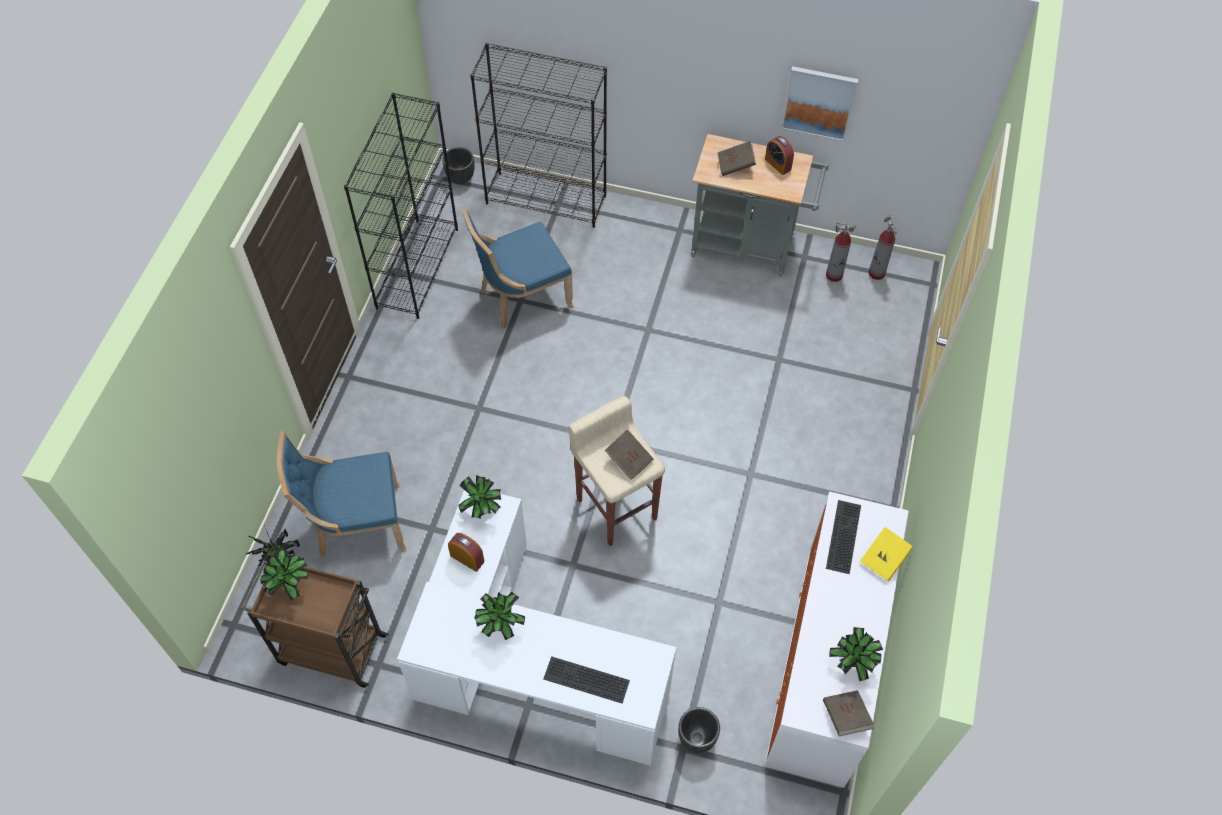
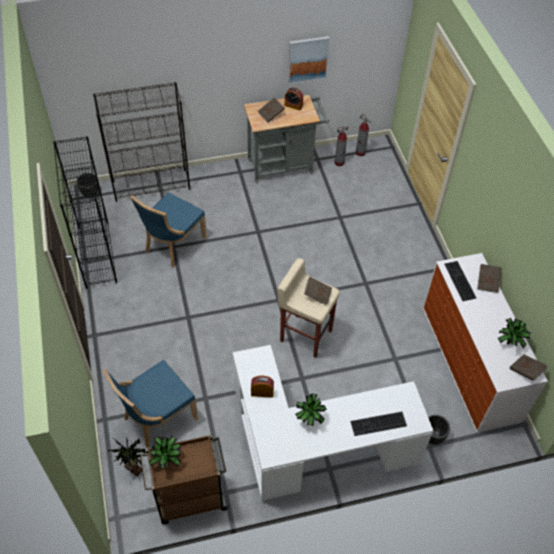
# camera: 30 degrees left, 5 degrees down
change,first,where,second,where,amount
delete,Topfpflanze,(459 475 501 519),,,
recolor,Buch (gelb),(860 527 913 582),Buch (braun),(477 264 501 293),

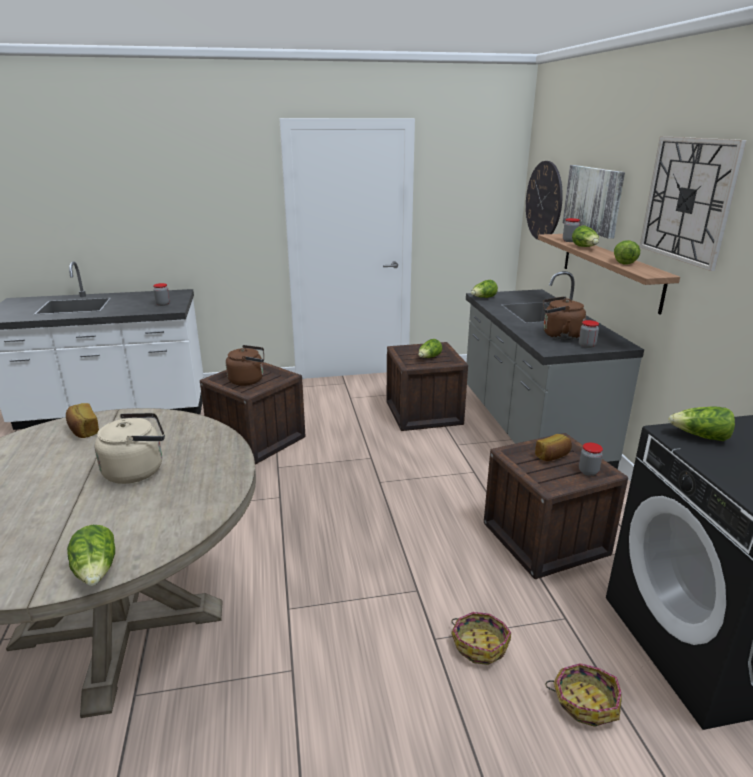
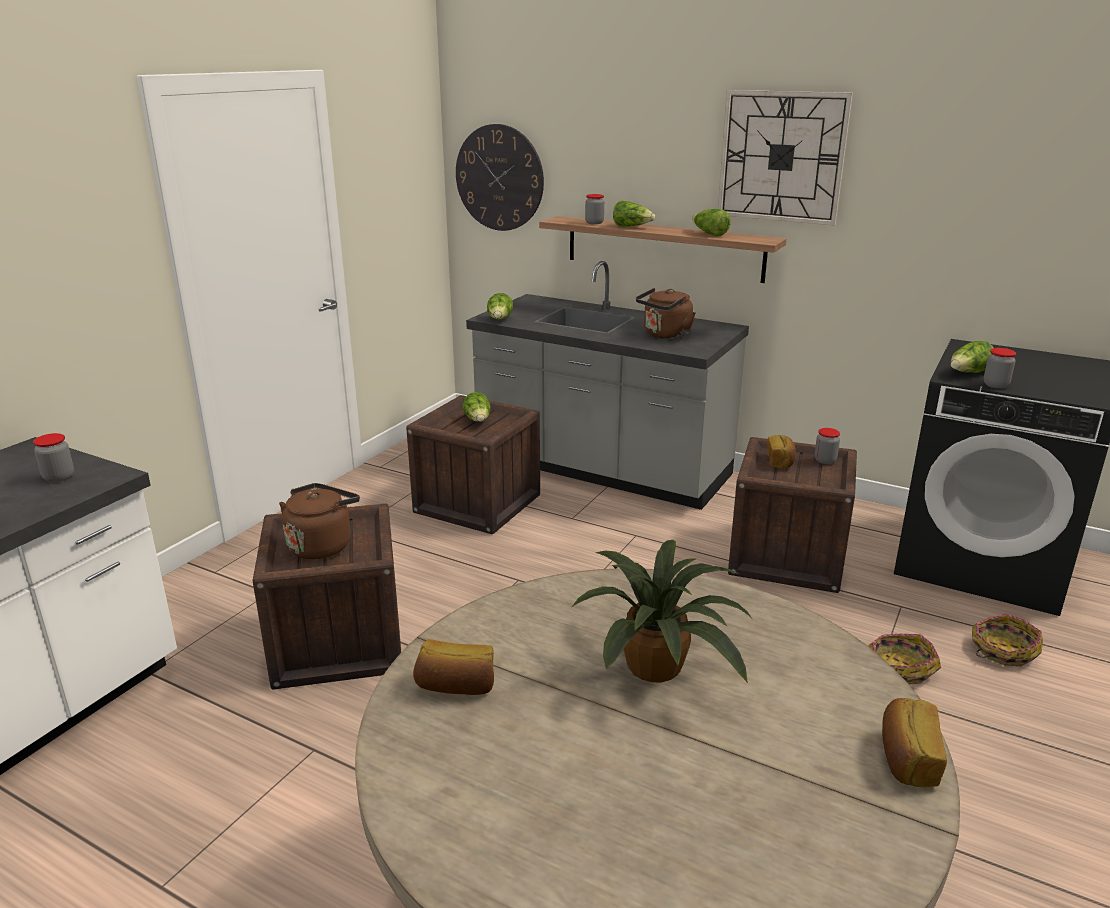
# camera: 50 degrees left, 0 degrees up
change,first,where,second,where,amount
replace,Salatkopf,(67 525 115 586),Brot,(882 698 947 788),
replace,Wasserkessel (beige),(94 413 165 484),Topfpflanze,(572 540 754 683),
delete,Bild,(563 165 625 239),,,
move,Vorratsglas,(579 320 599 348),,(984 348 1016 389),

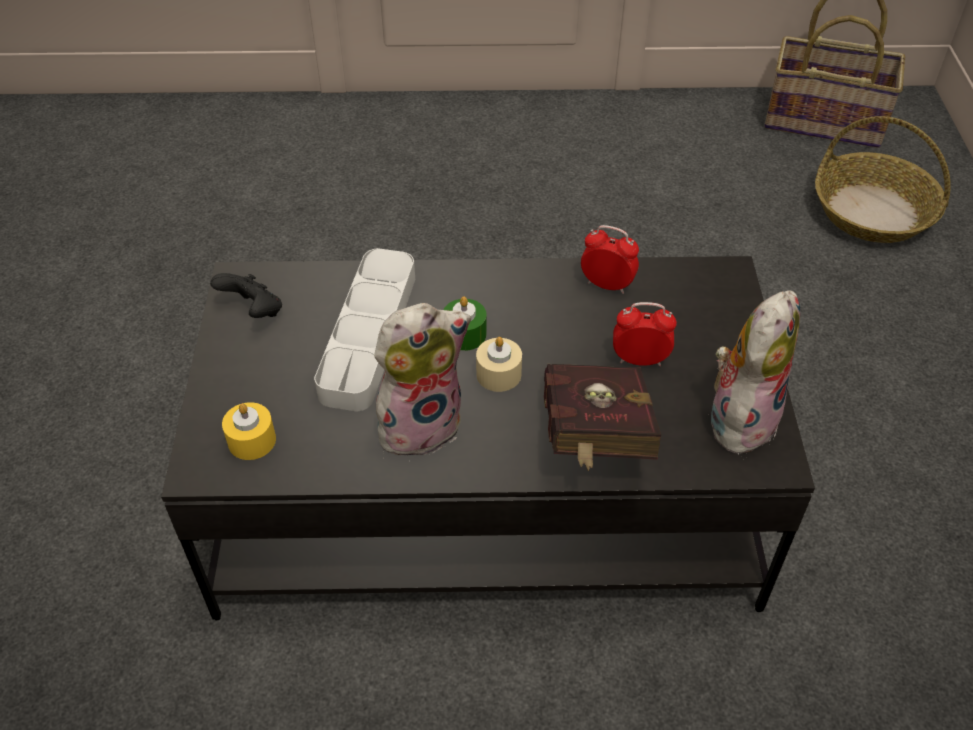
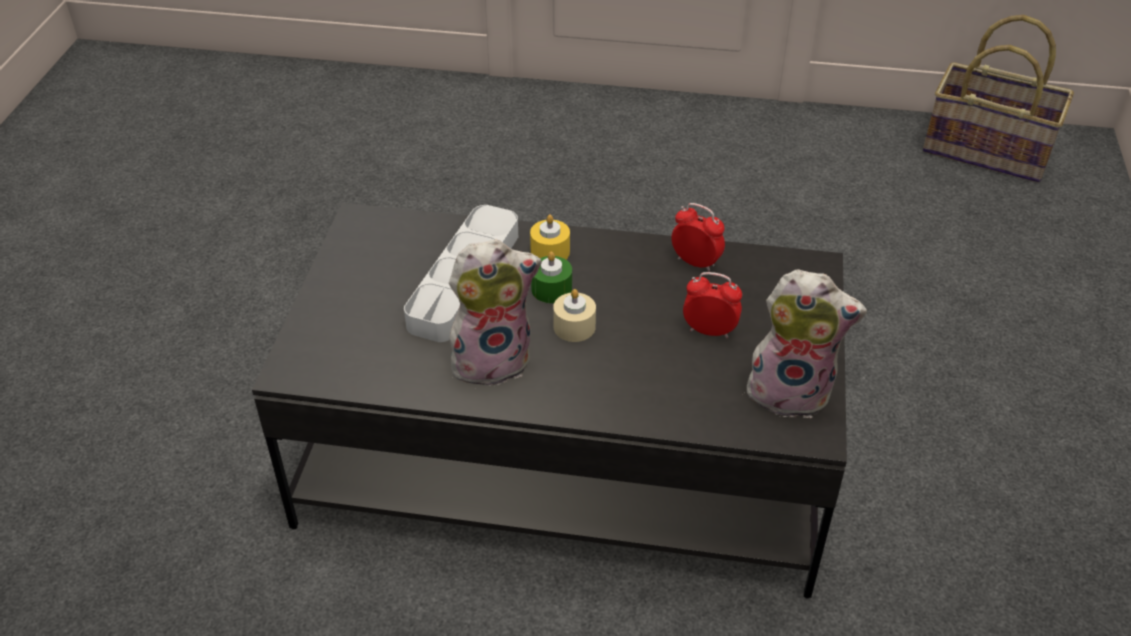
# camera: 10 degrees right, 5 degrees down
change,first,where,second,where,amount
delete,Gamepad (schwarz),(210 273 282 318),,,
move,Kerze (gelb),(222 402 276 460),,(530 214 570 259),
delete,Buch (rot),(544 364 661 471),,,
rotate,Plüschtier,(711 290 800 458),,(744 269 867 418),60 degrees clockwise
delete,Korb,(815 116 951 243),,,

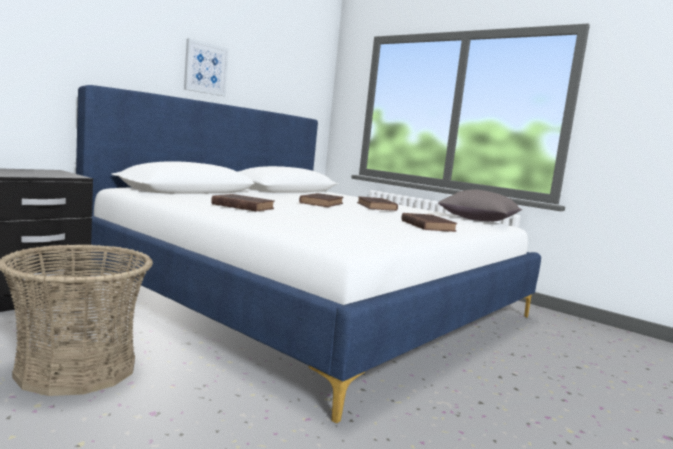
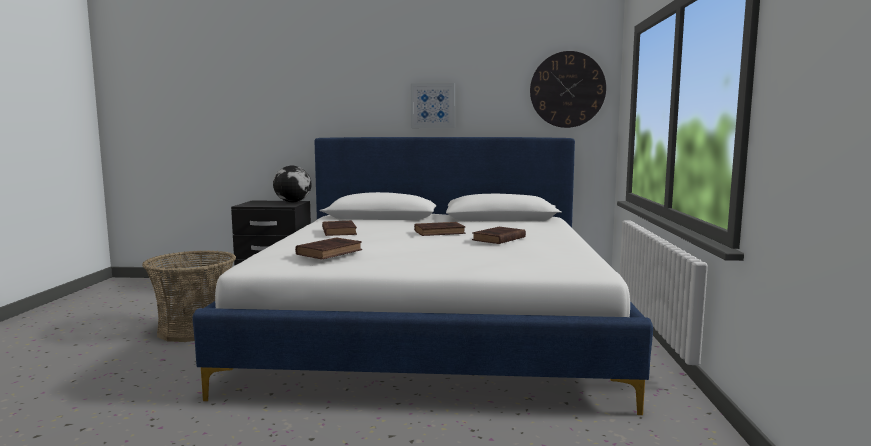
# camera: 55 degrees right, 0 degrees up
change,first,where,second,where,amount
move,Buch (braun),(401 213 457 232),,(295 237 362 259),
delete,Kissen (grau),(438 190 522 221),,,
insert,,,Globus,(273 165 312 203),
insert,,,Wanduhr,(530 51 606 128),

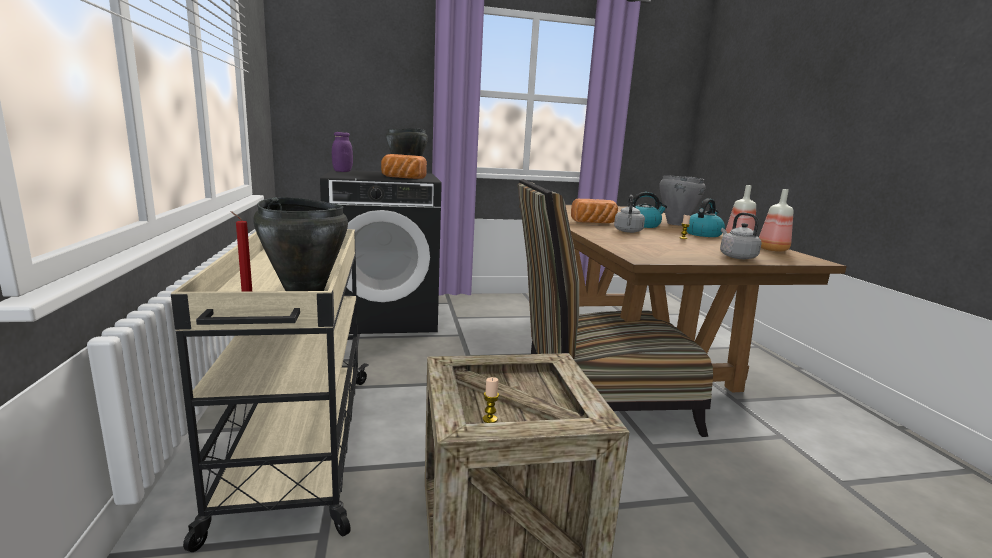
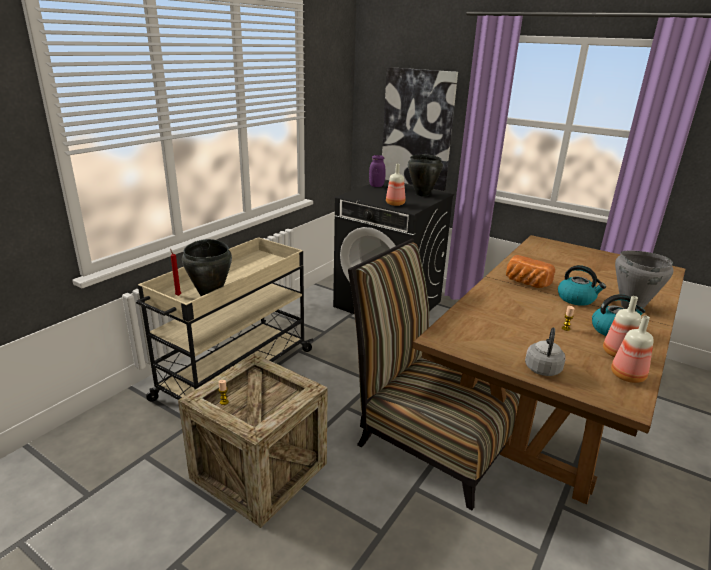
# camera: 45 degrees right, 10 degrees up
change,first,where,second,where,amount
replace,Brot,(381 154 427 179),Flasche,(386 164 405 206),
delete,Wasserkessel (grau),(614 195 645 233),,,
insert,,,Bild,(382 67 458 191),

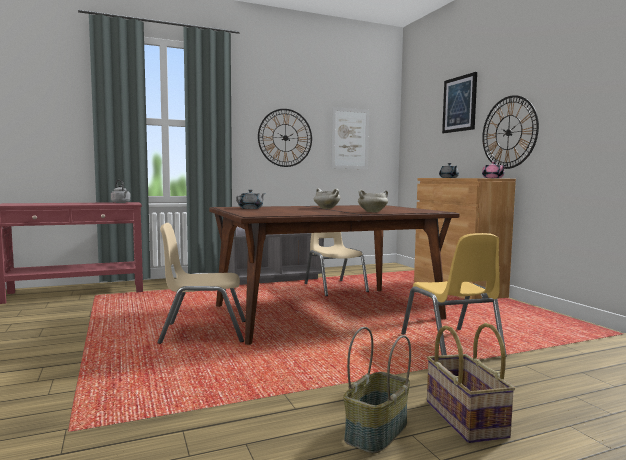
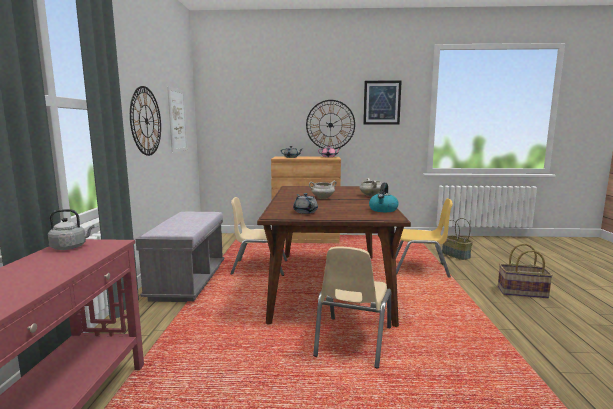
# camera: 65 degrees left, 5 degrees up
change,first,where,second,where,amount
move,Korb,(343 327 411 454),,(442 218 473 260),
move,Bild,(442 72 477 133),,(363 81 402 124),
insert,,,Wasserkessel,(369 183 399 212),

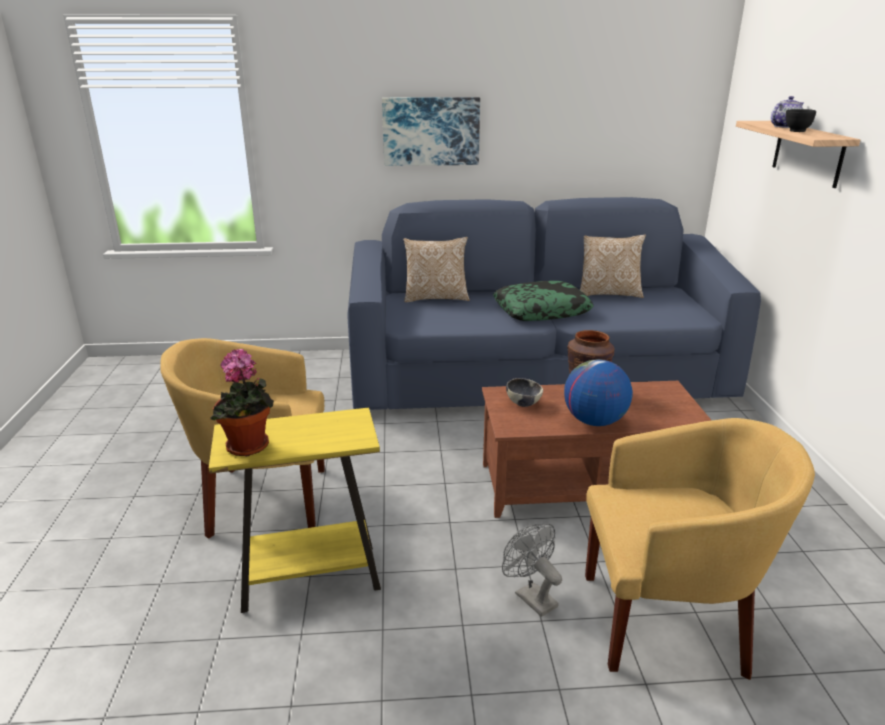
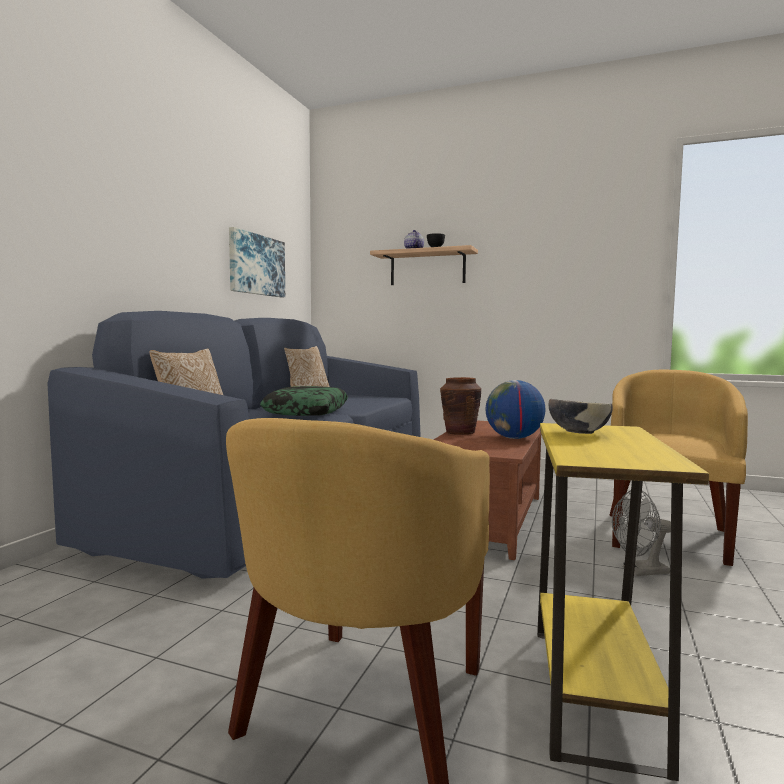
# camera: 65 degrees left, 20 degrees down
change,first,where,second,where,amount
delete,Topfpflanze,(210 349 274 456),,,
move,Bild,(382 97 480 166),,(229 227 285 297),
move,Schüssel,(506 378 543 407),,(549 399 613 434),

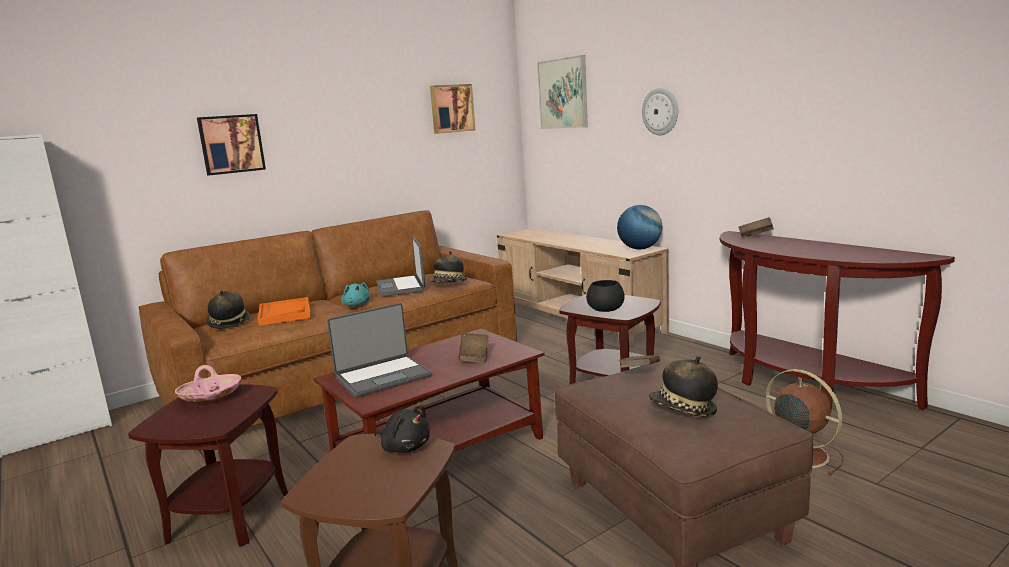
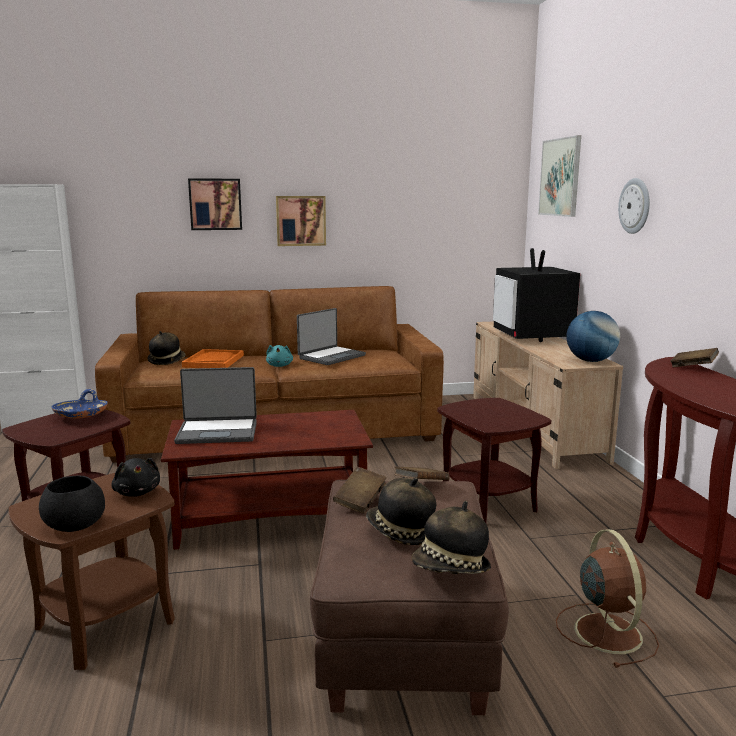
# camera: 25 degrees right, 0 degrees up
change,first,where,second,where,amount
recolor,Schüssel (rosa),(175 365 241 402),Schüssel (blau),(51 389 108 418),
rotate,Laptop,(376 237 425 297),,(297 308 366 365),150 degrees counterclockwise
move,Bild,(430 84 475 134),,(276 196 326 246),
move,Hut,(430 251 467 282),,(411 501 491 574),
move,Buch (braun),(459 333 488 363),,(333 467 387 514),
move,Schüssel (schwarz),(586 280 625 312),,(39 476 105 532),
insert,,,Fernseher,(493 248 580 342),

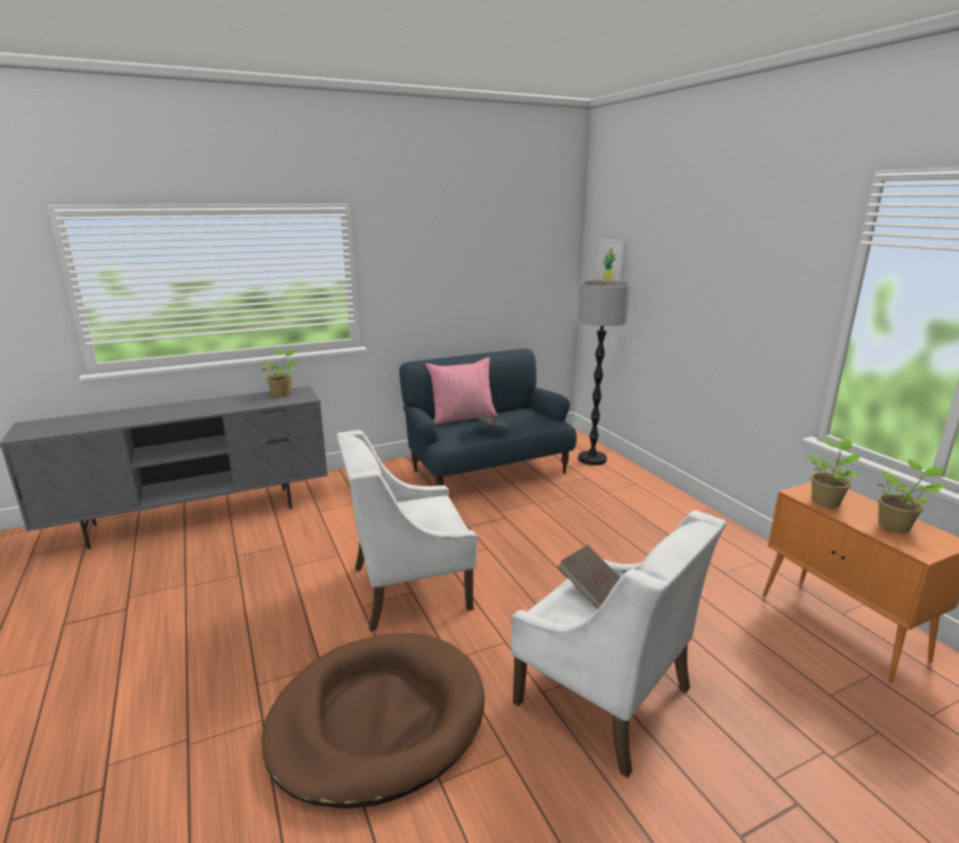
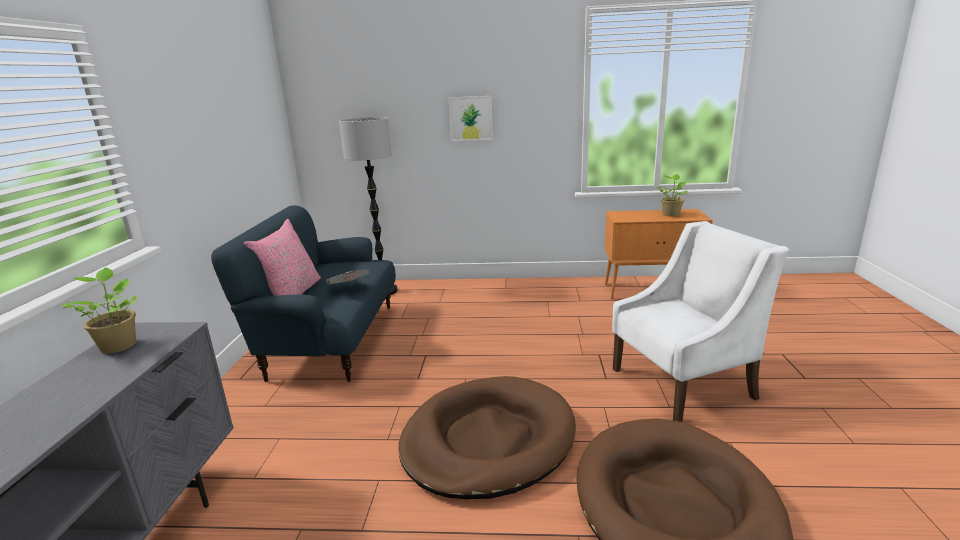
# camera: 60 degrees left, 0 degrees up
change,first,where,second,where,amount
replace,Sessel (weiß),(336 430 477 631),Hundebett (braun),(399 376 576 499),
delete,Buch (braun),(557 545 621 609),,,
move,Bild,(595 239 627 281),,(449 96 493 141),
delete,Topfpflanze,(805 439 860 508),,,

